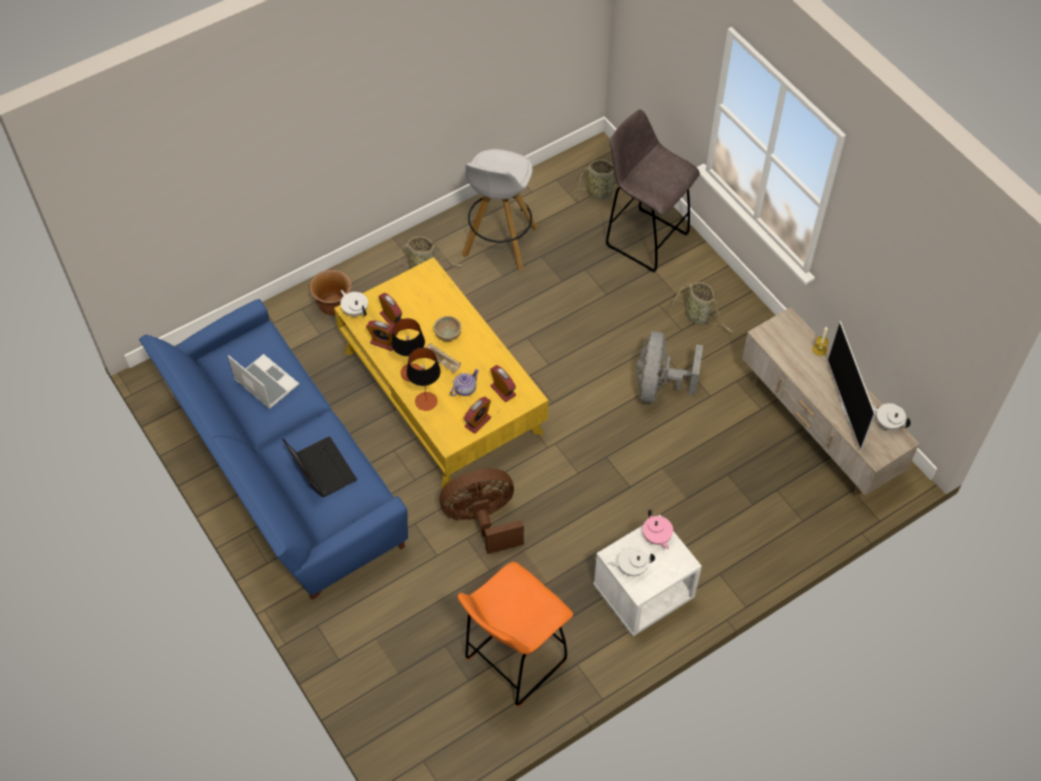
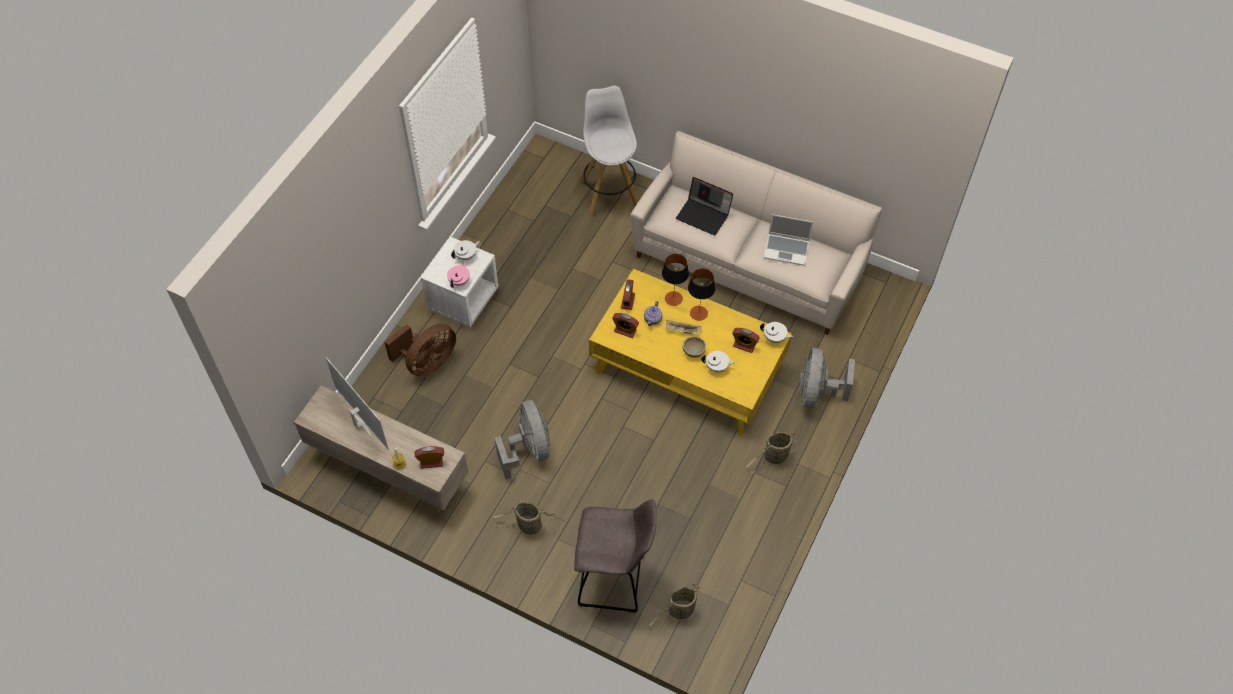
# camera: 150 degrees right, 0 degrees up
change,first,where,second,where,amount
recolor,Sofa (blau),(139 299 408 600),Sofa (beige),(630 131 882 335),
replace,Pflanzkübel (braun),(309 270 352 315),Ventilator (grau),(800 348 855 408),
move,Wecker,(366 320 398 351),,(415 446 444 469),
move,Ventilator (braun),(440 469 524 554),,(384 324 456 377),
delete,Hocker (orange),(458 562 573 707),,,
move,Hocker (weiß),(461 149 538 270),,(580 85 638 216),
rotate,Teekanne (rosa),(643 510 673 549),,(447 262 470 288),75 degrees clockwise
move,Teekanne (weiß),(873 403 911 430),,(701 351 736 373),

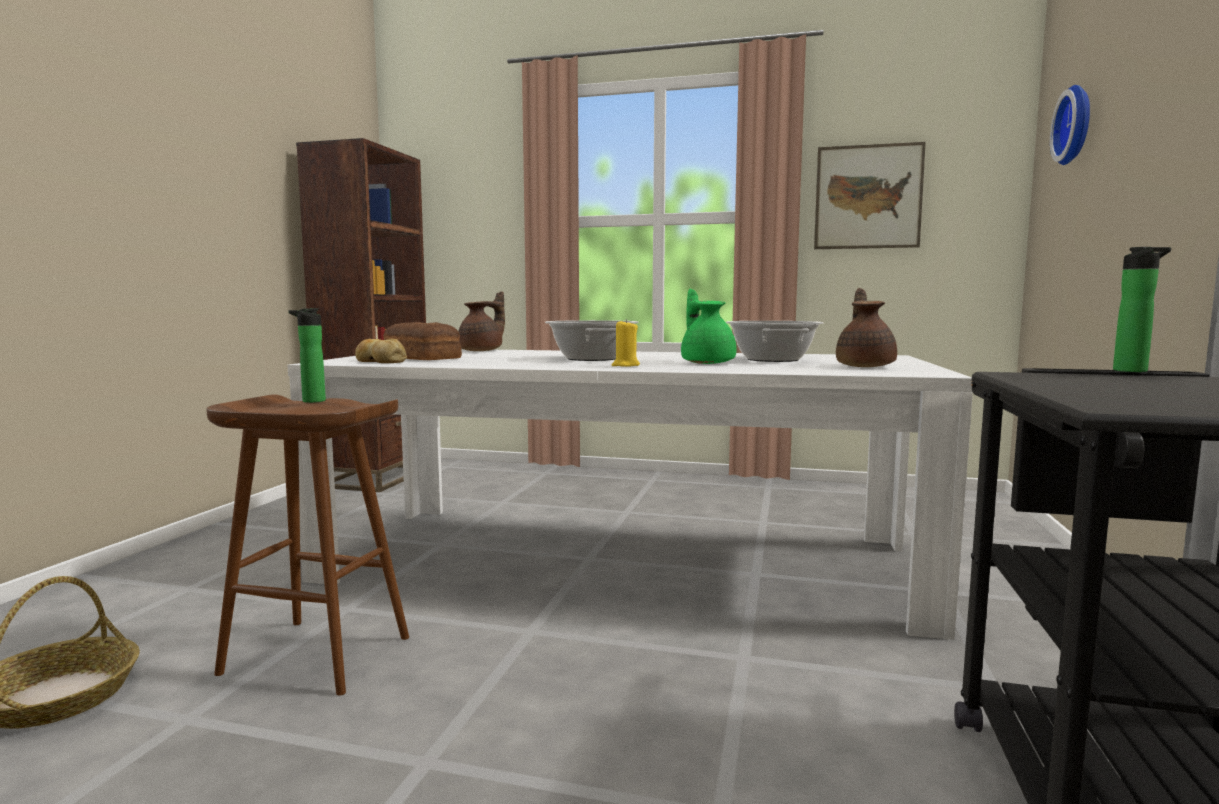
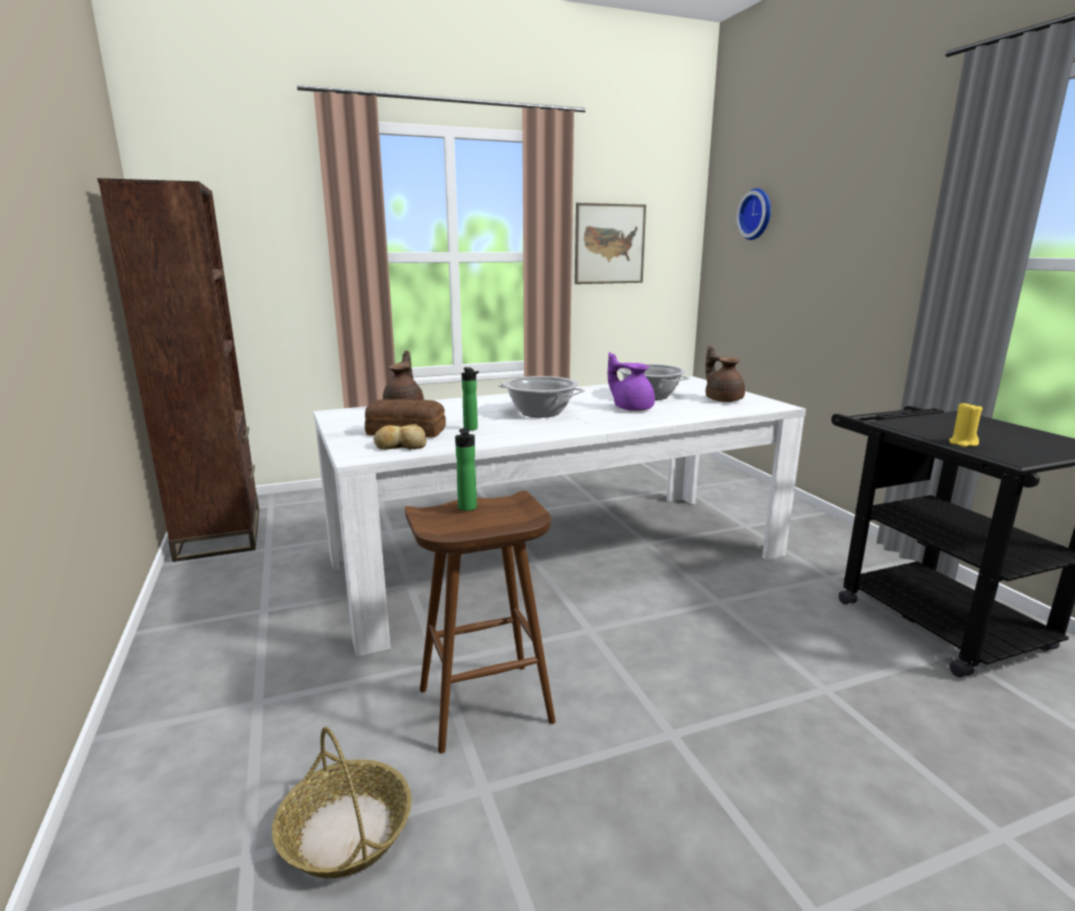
# camera: 35 degrees left, 10 degrees up
change,first,where,second,where,amount
move,Kerze (gelb),(612 319 640 367),,(949 402 982 447),
recolor,Teekanne (grün),(681 289 737 364),Teekanne (lila),(608 352 655 411),
move,Flasche,(1113 247 1171 372),,(462 367 479 431),

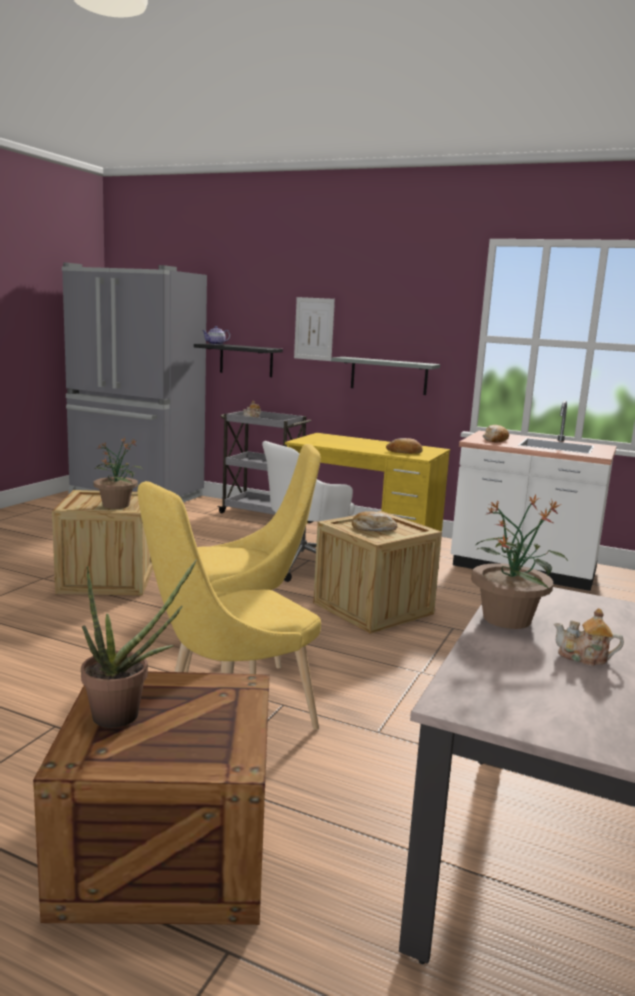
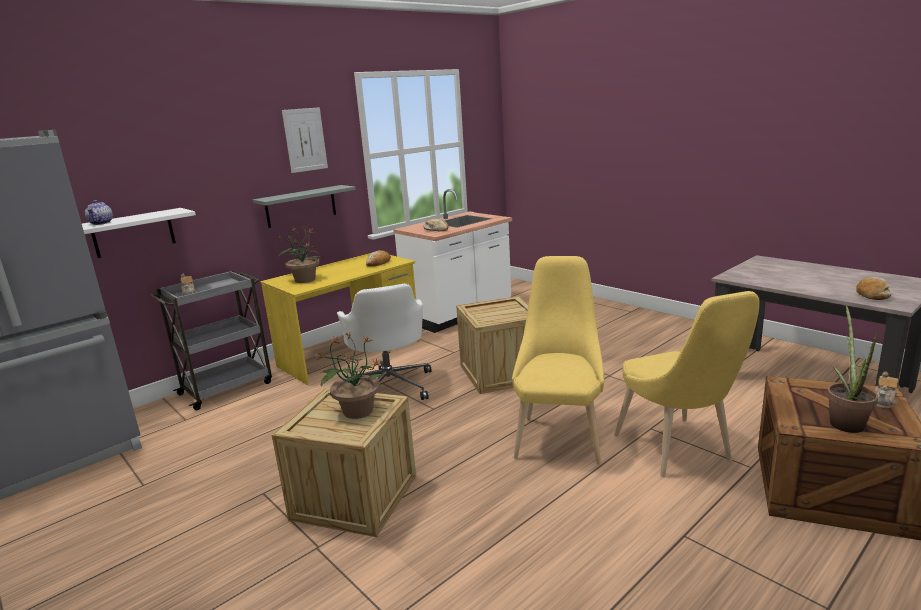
# camera: 65 degrees left, 5 degrees up
change,first,where,second,where,amount
recolor,Wandregal (schwarz),(194 343 283 377),Wandregal (weiß),(82 208 196 258),
move,Bild,(294 297 335 361),,(282 107 328 173),
move,Brot,(352 511 397 532),,(856 277 892 300),
move,Topfpflanze,(471 495 568 629),,(278 227 322 283),
move,Teekanne,(554 608 624 666),,(875 372 898 409),

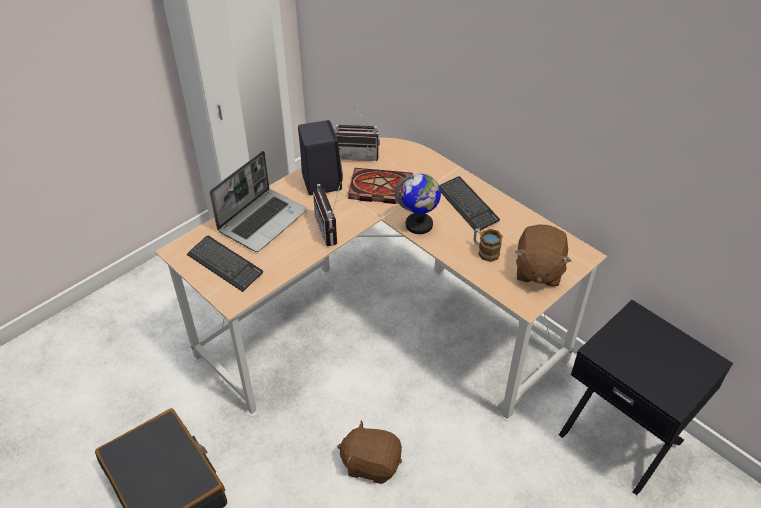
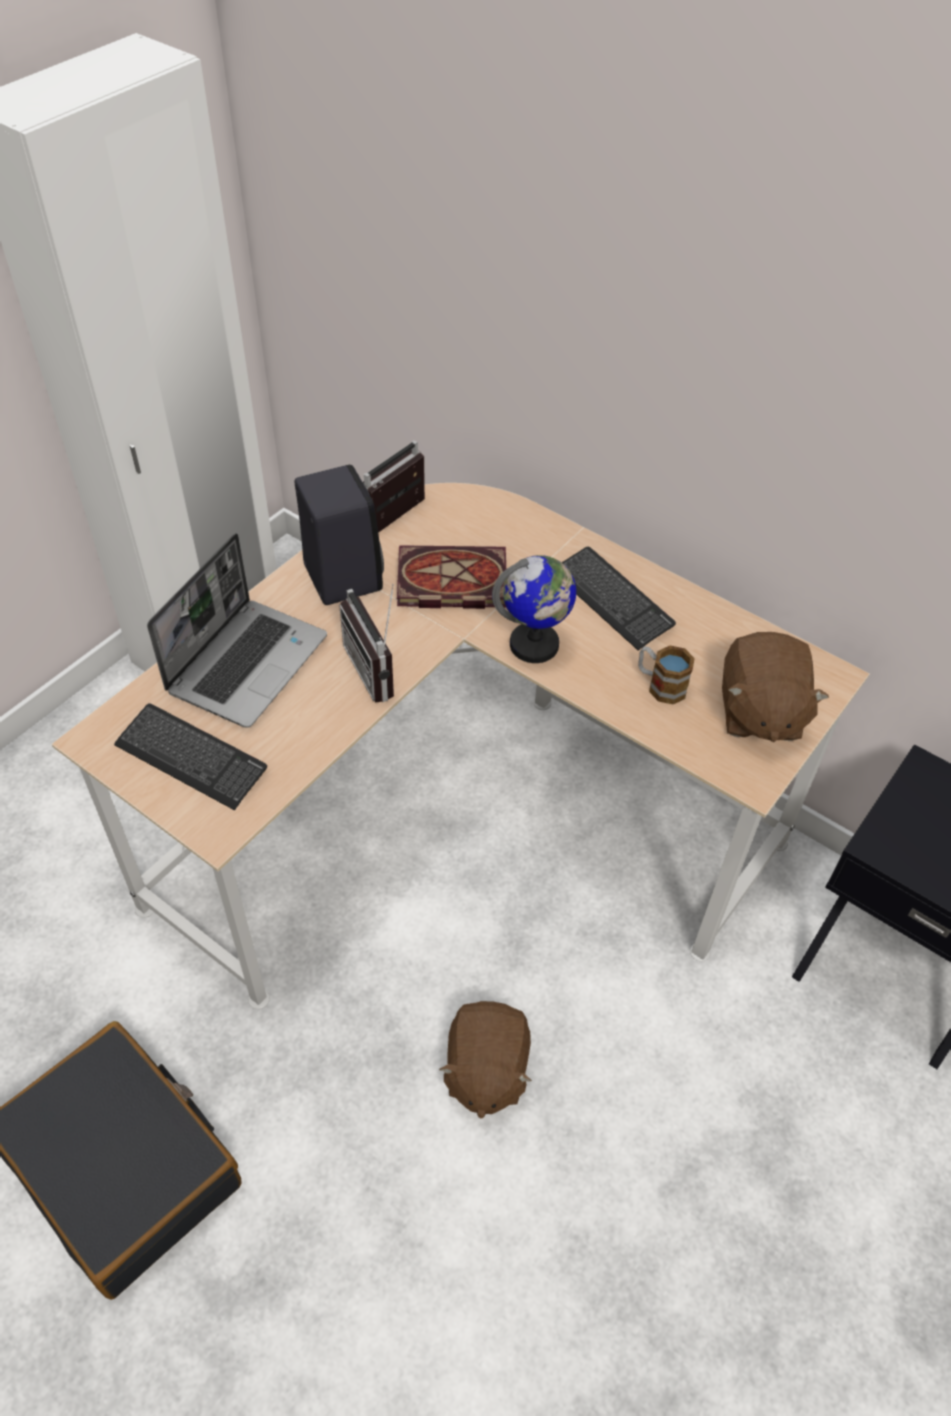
# camera: 10 degrees left, 5 degrees up
change,first,where,second,where,amount
rotate,Radio,(335 107 380 161),,(362 440 425 533),135 degrees clockwise
rotate,Plüschtier (braun),(337 420 402 484),,(439 1001 532 1118),90 degrees counterclockwise

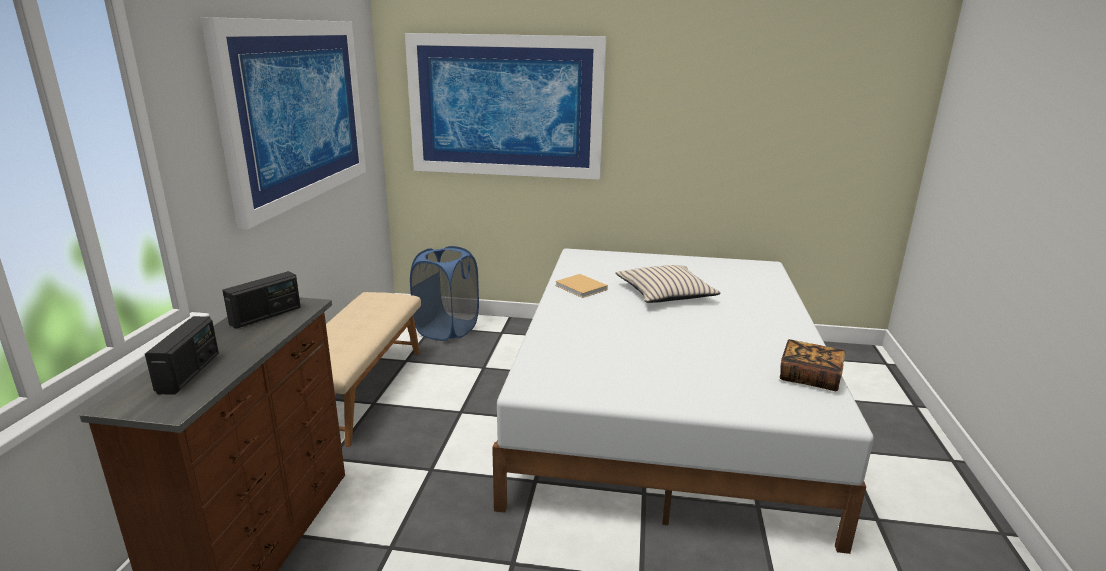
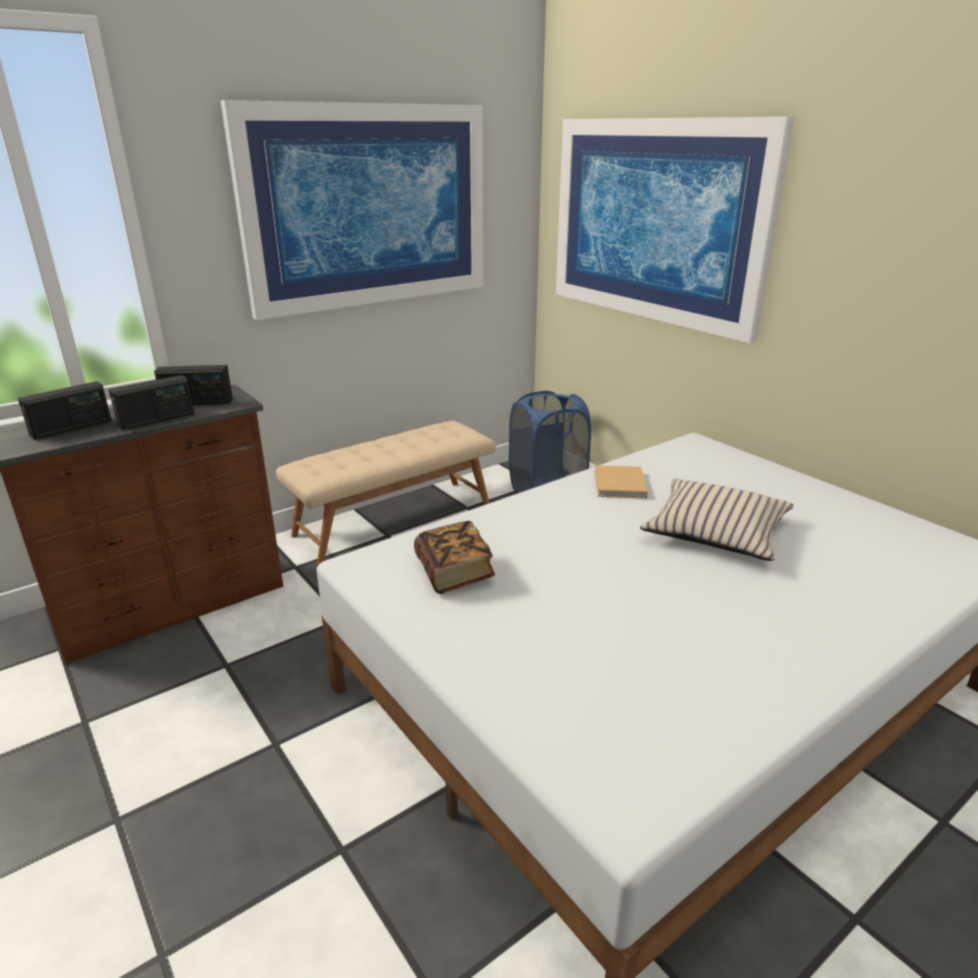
# camera: 45 degrees right, 5 degrees up
change,first,where,second,where,amount
move,Buch,(780 339 845 391),,(414 521 495 594),
insert,,,Radio,(109 375 194 430),

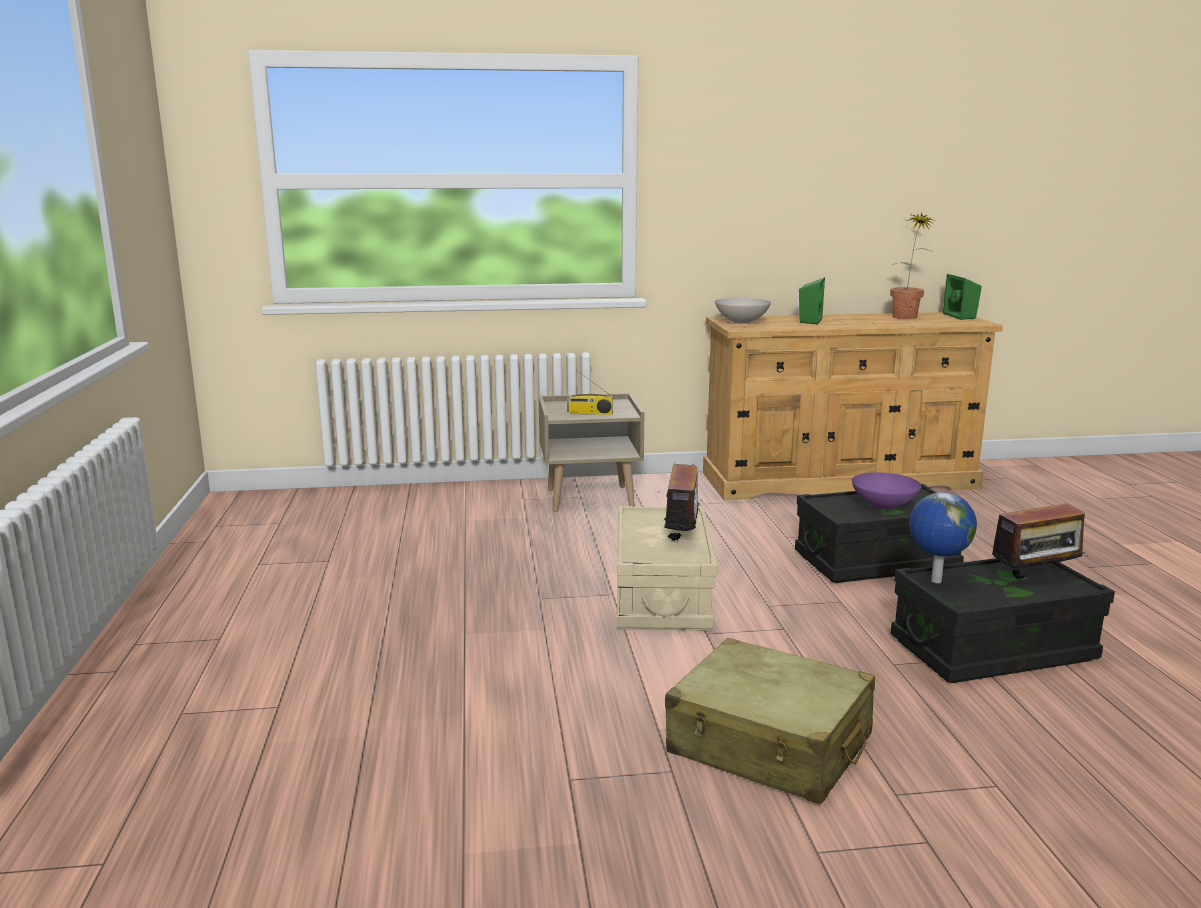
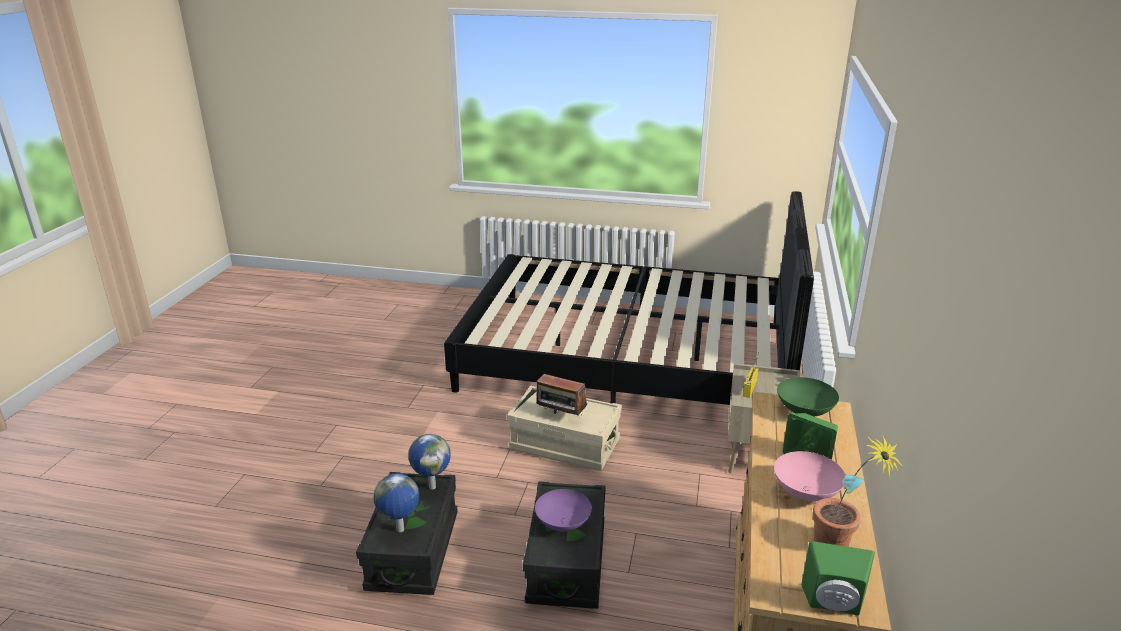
# camera: 110 degrees right, 10 degrees up
change,first,where,second,where,amount
delete,Koffer (beige),(665 638 875 805),,,
recolor,Schüssel (weiß),(715 298 771 324),Schüssel (grün),(777 377 839 417),
replace,Radio,(988 499 1088 578),Globus,(374 473 419 532),
insert,,,Bett (schwarz),(444 191 814 405),
insert,,,Schüssel (rosa),(774 451 845 501),

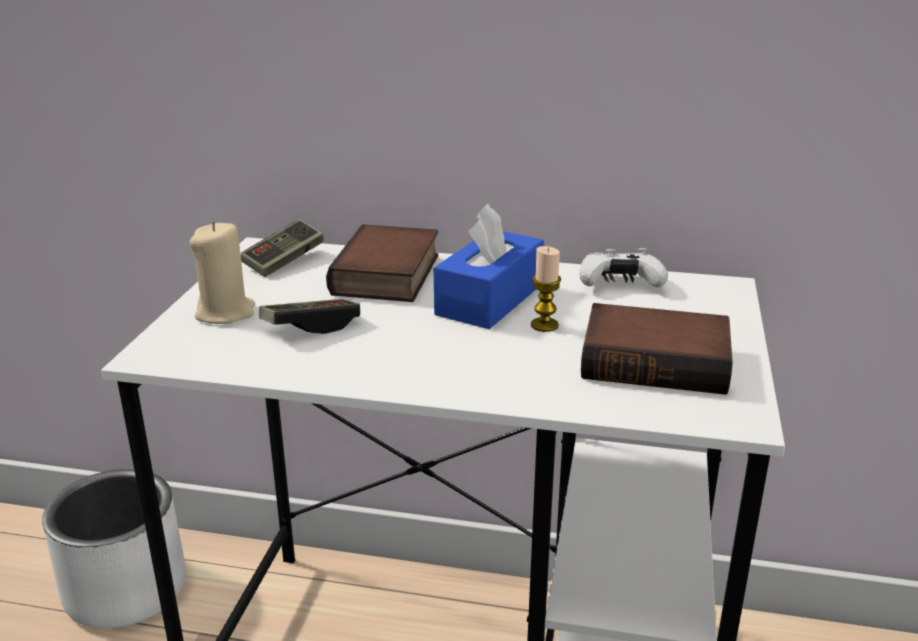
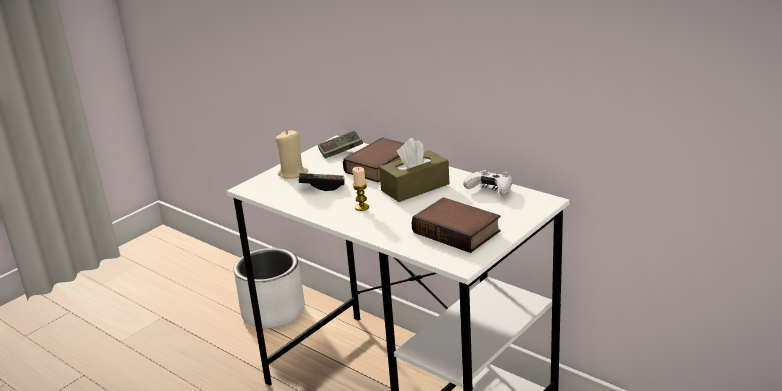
# camera: 30 degrees right, 0 degrees up
change,first,where,second,where,amount
recolor,Taschentuchbox (blau),(434 204 544 329),Taschentuchbox (braun),(379 138 449 202),
move,Kerze,(531 246 561 332),,(352 167 369 211),

